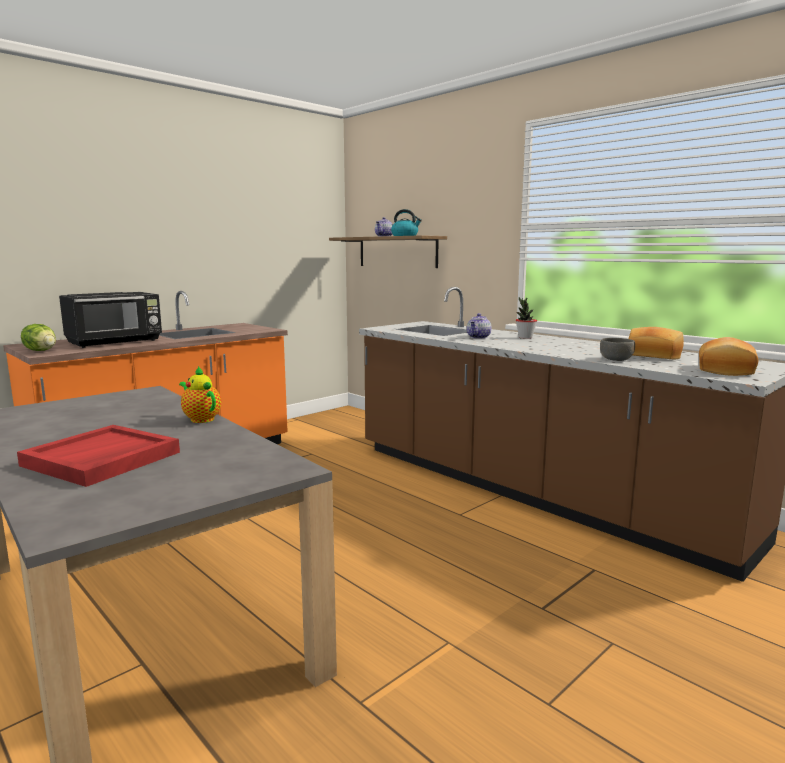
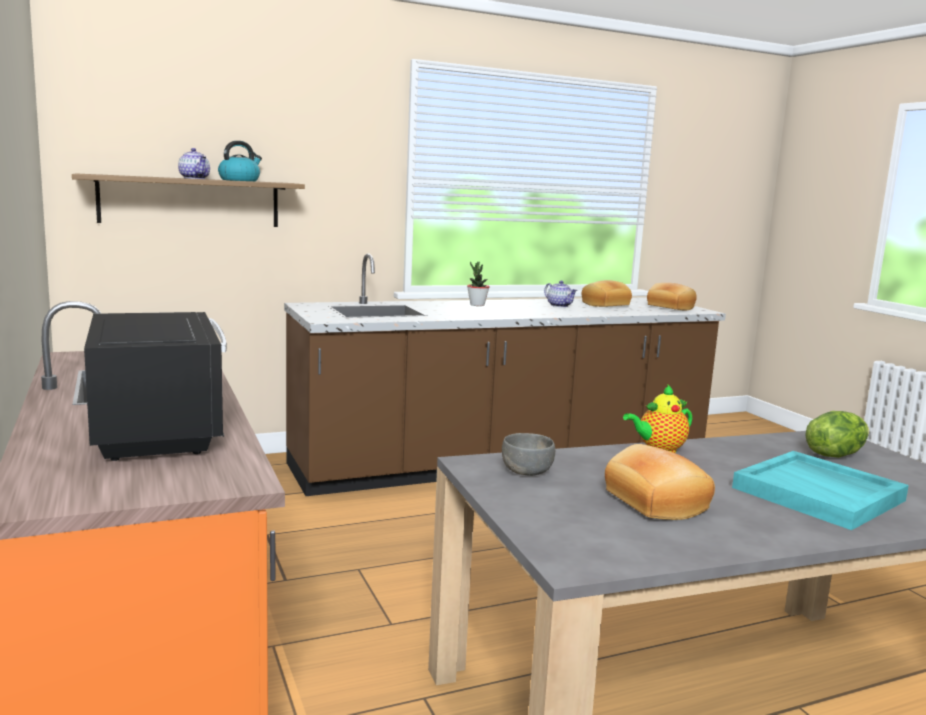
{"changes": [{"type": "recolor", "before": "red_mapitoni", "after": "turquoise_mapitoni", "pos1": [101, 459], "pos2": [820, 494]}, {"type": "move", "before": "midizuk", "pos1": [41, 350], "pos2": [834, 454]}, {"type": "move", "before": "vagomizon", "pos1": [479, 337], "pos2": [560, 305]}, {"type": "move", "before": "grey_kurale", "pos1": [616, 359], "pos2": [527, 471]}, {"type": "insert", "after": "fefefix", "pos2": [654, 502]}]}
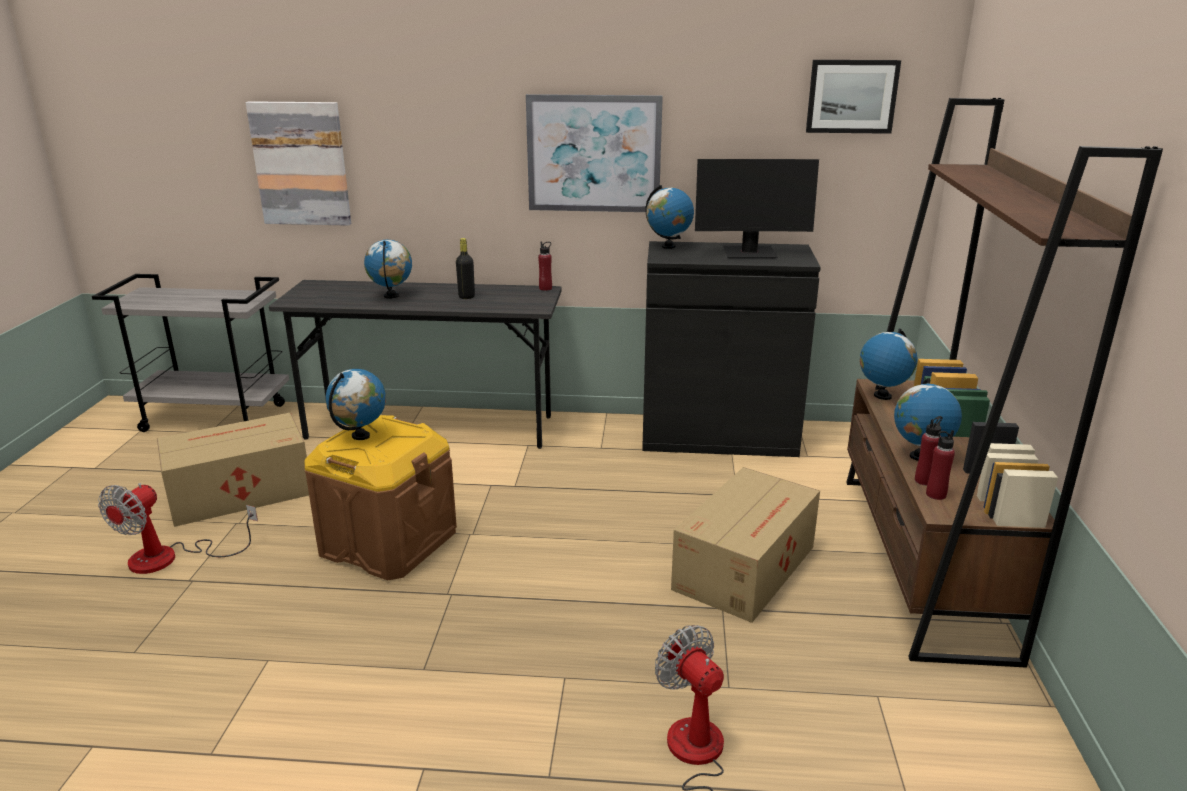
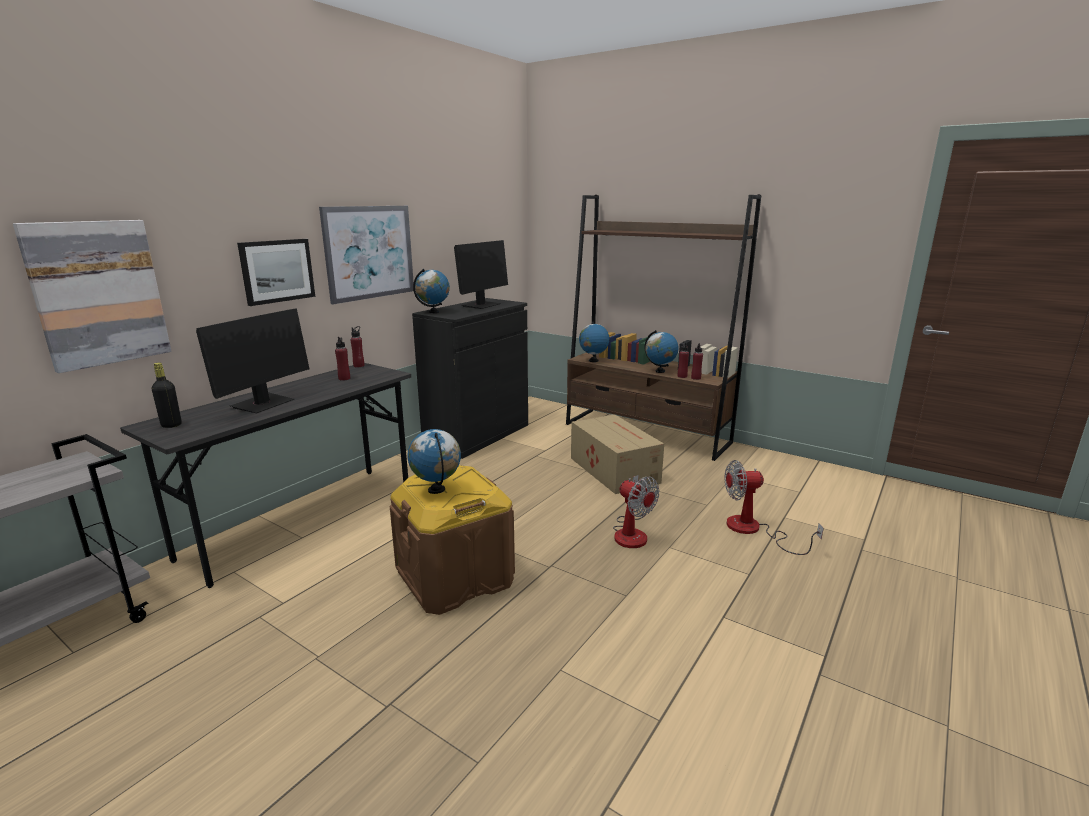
{"changes": [{"type": "move", "before": "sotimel", "pos1": [170, 558], "pos2": [631, 532]}, {"type": "delete", "before": "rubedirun", "pos1": [238, 492]}, {"type": "replace", "before": "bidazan", "after": "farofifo", "pos1": [391, 296], "pos2": [263, 404]}, {"type": "move", "before": "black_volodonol", "pos1": [466, 297], "pos2": [171, 425]}, {"type": "move", "before": "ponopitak", "pos1": [851, 96], "pos2": [277, 271]}, {"type": "insert", "after": "red_volodonol", "pos2": [344, 378]}]}
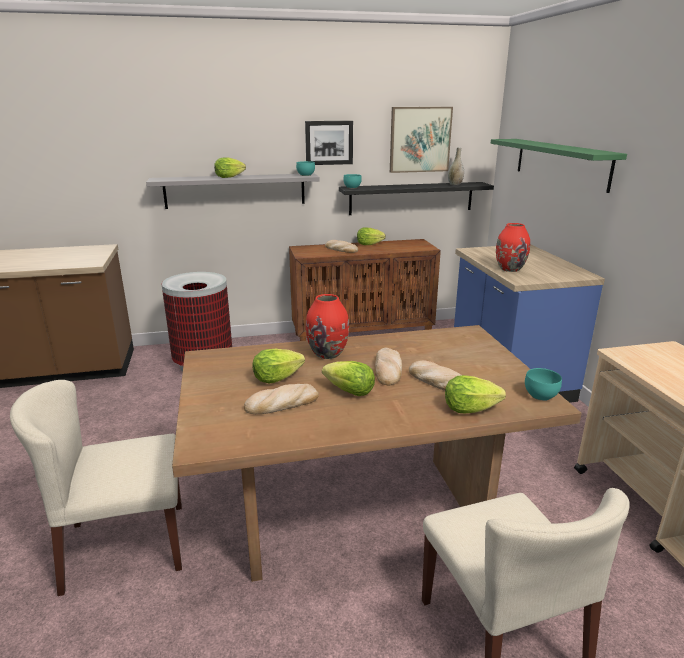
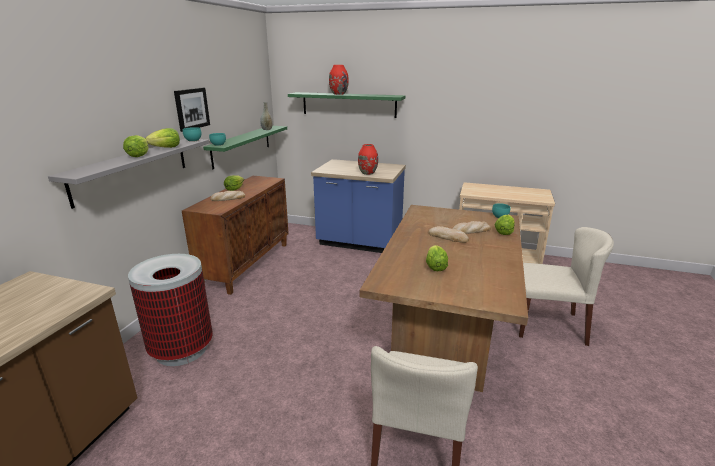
{"changes": [{"type": "delete", "before": "fefefix", "pos1": [282, 403]}, {"type": "move", "before": "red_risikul", "pos1": [328, 353], "pos2": [338, 94]}, {"type": "move", "before": "midizuk", "pos1": [349, 392], "pos2": [166, 148]}, {"type": "recolor", "before": "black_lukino", "after": "green_lukino", "pos1": [411, 198], "pos2": [242, 145]}, {"type": "delete", "before": "ponopitak", "pos1": [420, 139]}]}
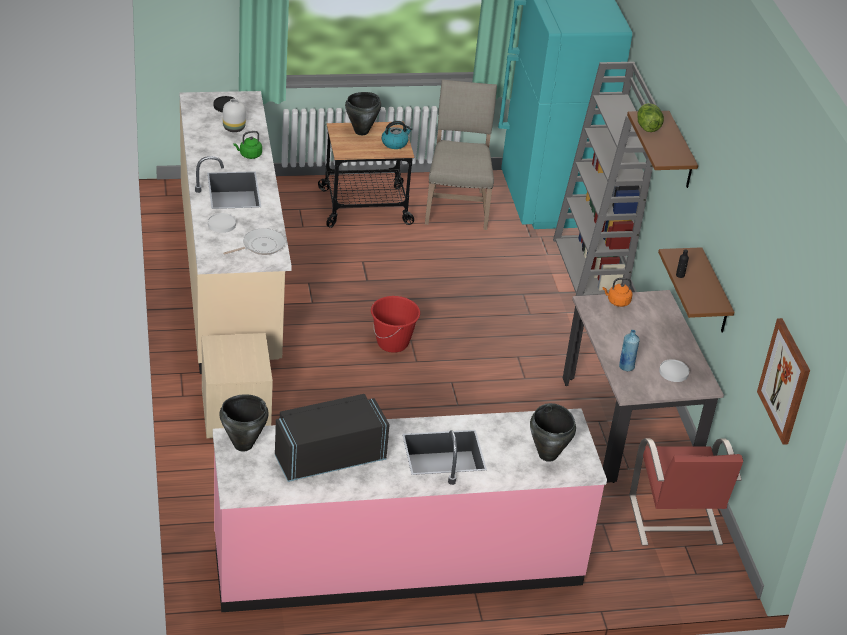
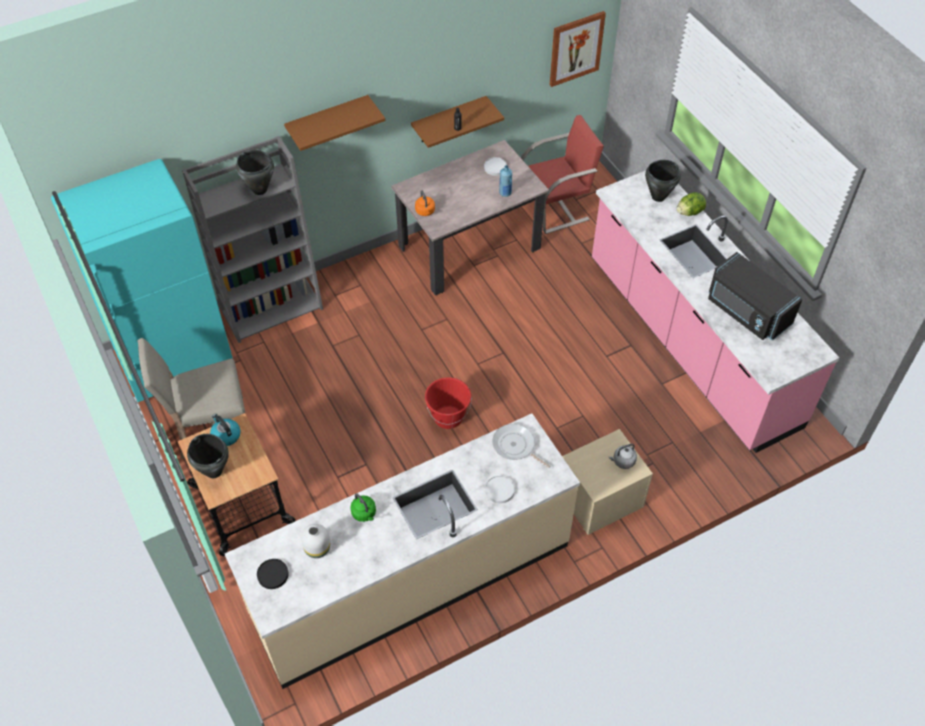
{"changes": [{"type": "move", "before": "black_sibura", "pos1": [242, 445], "pos2": [259, 190]}, {"type": "move", "before": "midizuk", "pos1": [647, 127], "pos2": [689, 212]}, {"type": "insert", "after": "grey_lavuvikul", "pos2": [622, 461]}]}
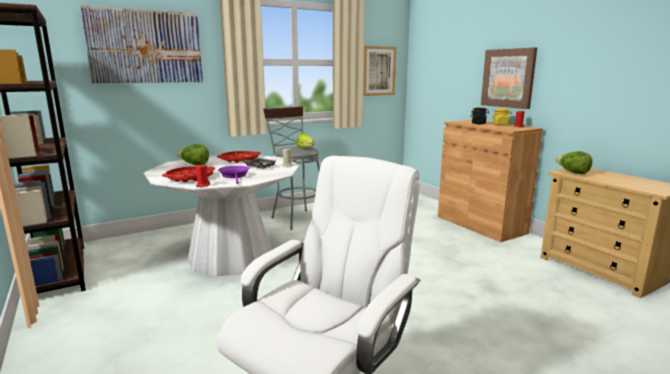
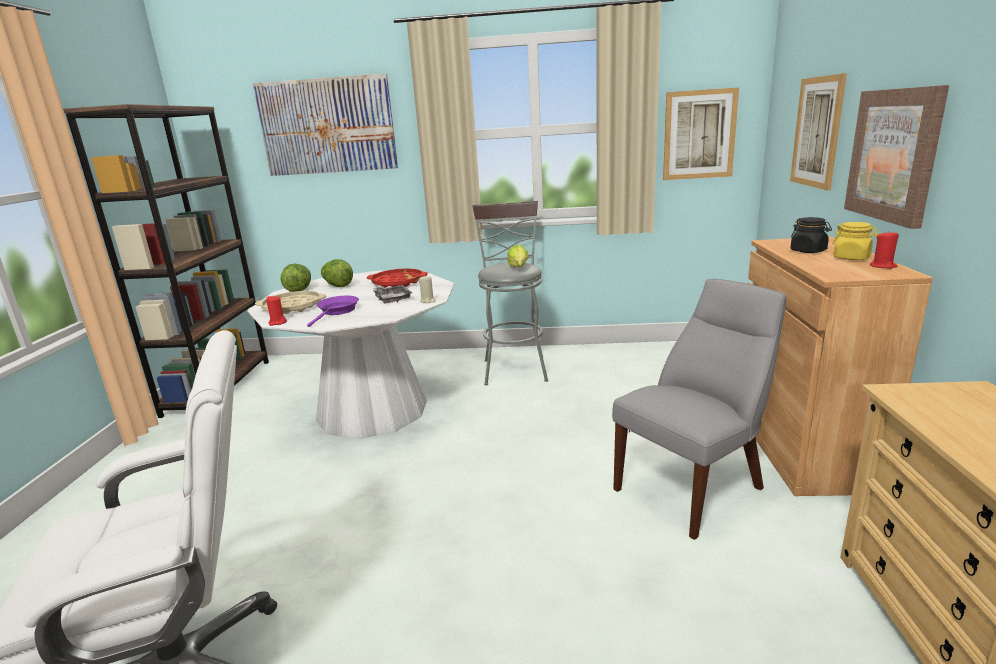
{"changes": [{"type": "recolor", "before": "red_mapitoni", "after": "beige_mapitoni", "pos1": [190, 178], "pos2": [292, 307]}, {"type": "move", "before": "midizuk", "pos1": [572, 173], "pos2": [299, 290]}, {"type": "insert", "after": "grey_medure", "pos2": [693, 487]}, {"type": "insert", "after": "ponopitak", "pos2": [817, 132]}]}
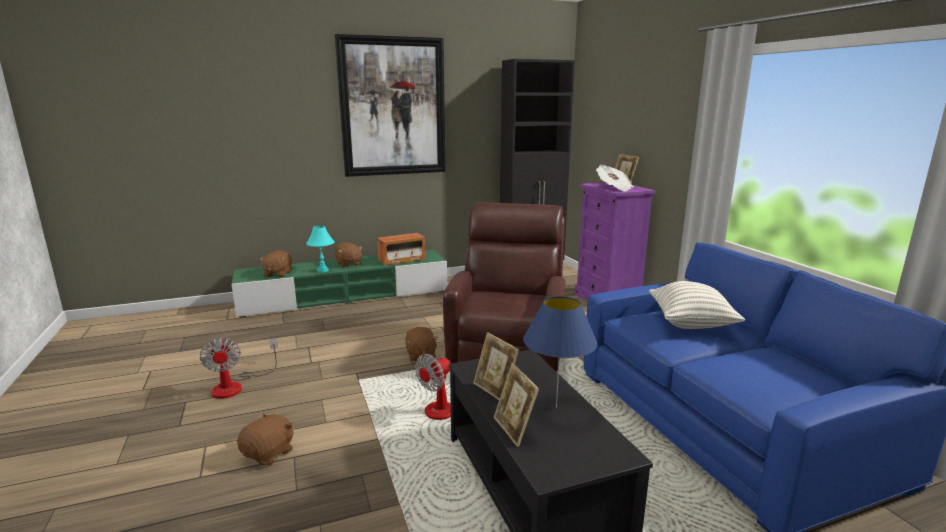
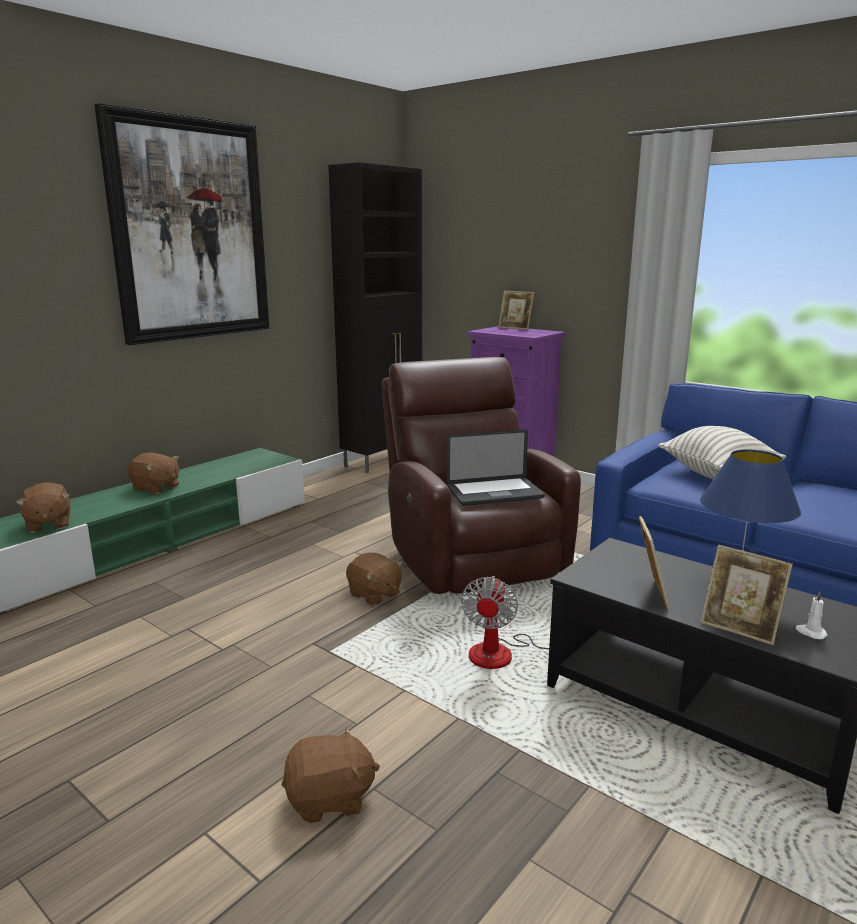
{"changes": [{"type": "delete", "before": "sotimel", "pos1": [236, 386]}, {"type": "rotate", "before": "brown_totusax", "pos1": [269, 453], "pos2": [330, 799], "turn": 75}, {"type": "delete", "before": "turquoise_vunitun", "pos1": [323, 270]}, {"type": "delete", "before": "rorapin", "pos1": [402, 260]}, {"type": "rotate", "before": "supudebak", "pos1": [495, 390], "pos2": [650, 593], "turn": -105}, {"type": "delete", "before": "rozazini", "pos1": [614, 188]}, {"type": "insert", "after": "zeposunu", "pos2": [494, 493]}, {"type": "insert", "after": "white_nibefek", "pos2": [810, 633]}]}
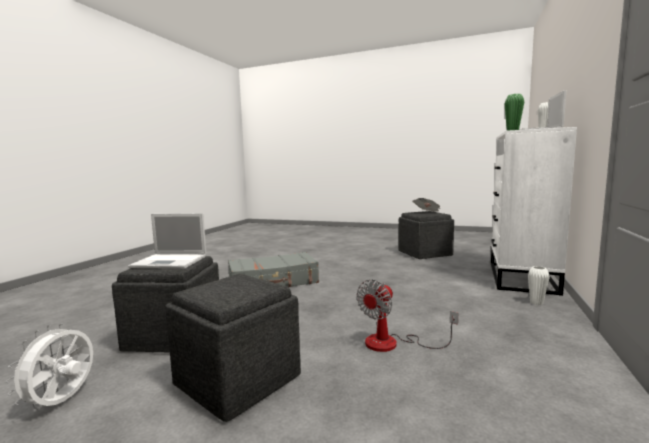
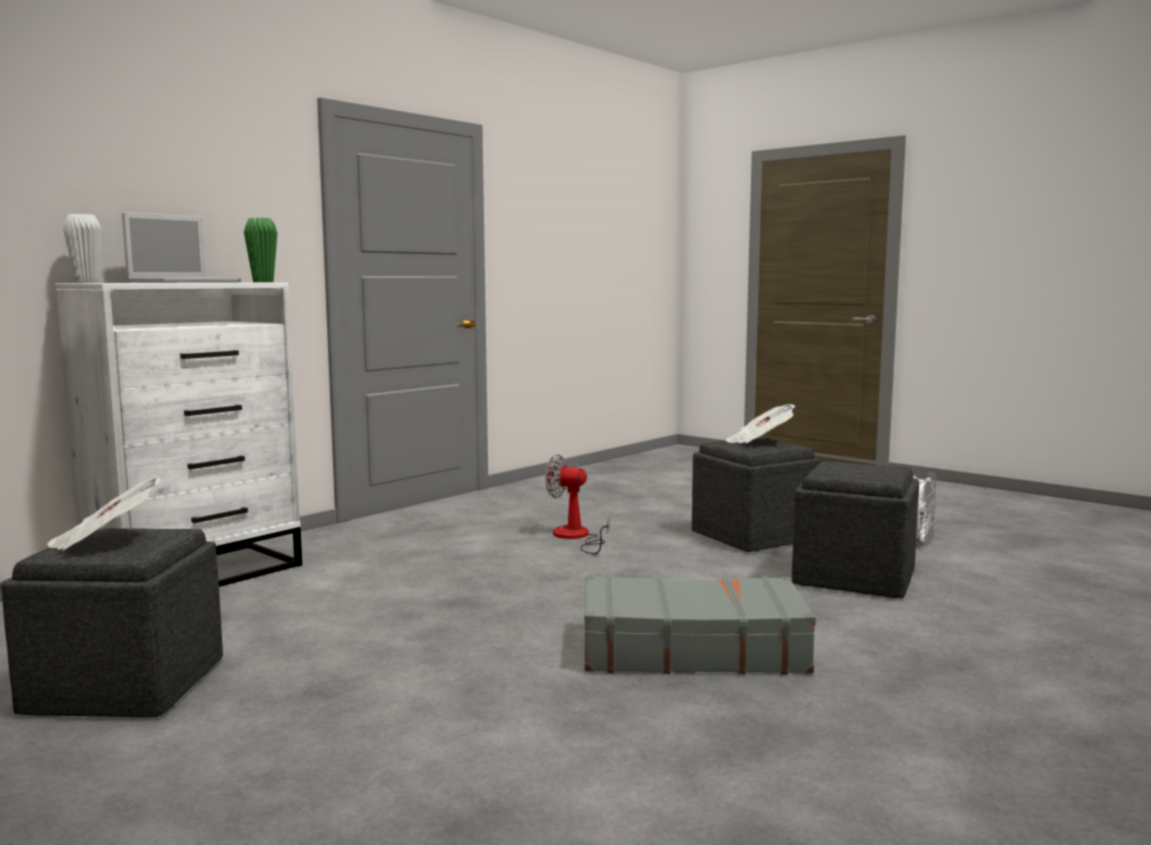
{"changes": [{"type": "delete", "before": "zeposunu", "pos1": [171, 261]}, {"type": "rotate", "before": "sotimel", "pos1": [393, 343], "pos2": [576, 537], "turn": -135}, {"type": "delete", "before": "white_risikul", "pos1": [536, 303]}, {"type": "insert", "after": "rozazini", "pos2": [759, 442]}]}
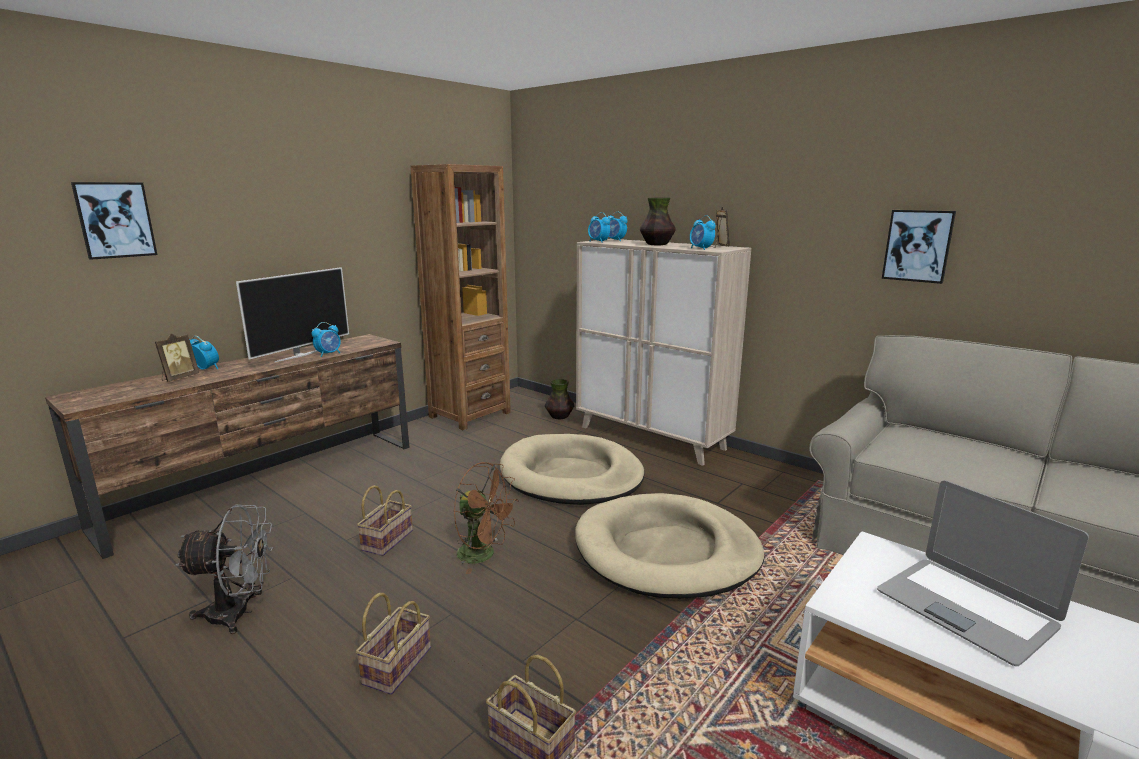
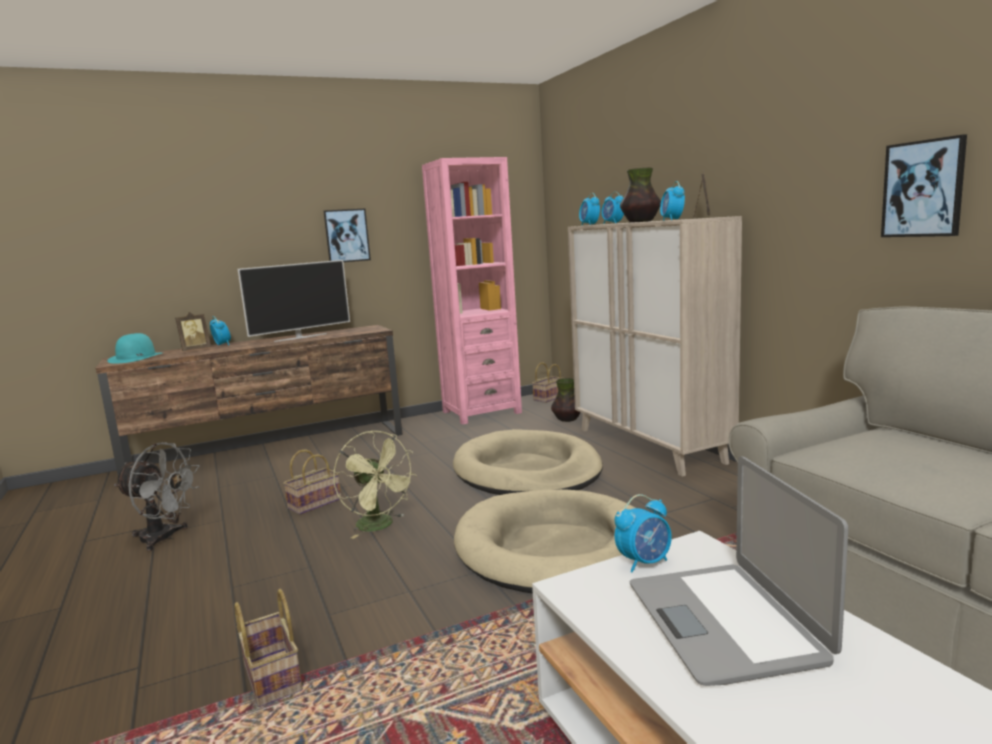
{"changes": [{"type": "move", "before": "ponopitak", "pos1": [115, 220], "pos2": [347, 235]}, {"type": "move", "before": "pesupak", "pos1": [329, 354], "pos2": [644, 562]}, {"type": "move", "before": "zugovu", "pos1": [397, 664], "pos2": [549, 398]}, {"type": "recolor", "before": "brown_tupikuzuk", "after": "pink_tupikuzuk", "pos1": [470, 415], "pos2": [481, 412]}, {"type": "recolor", "before": "brown_sotimel", "after": "green_sotimel", "pos1": [484, 555], "pos2": [380, 526]}, {"type": "insert", "after": "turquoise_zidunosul", "pos2": [136, 358]}]}
